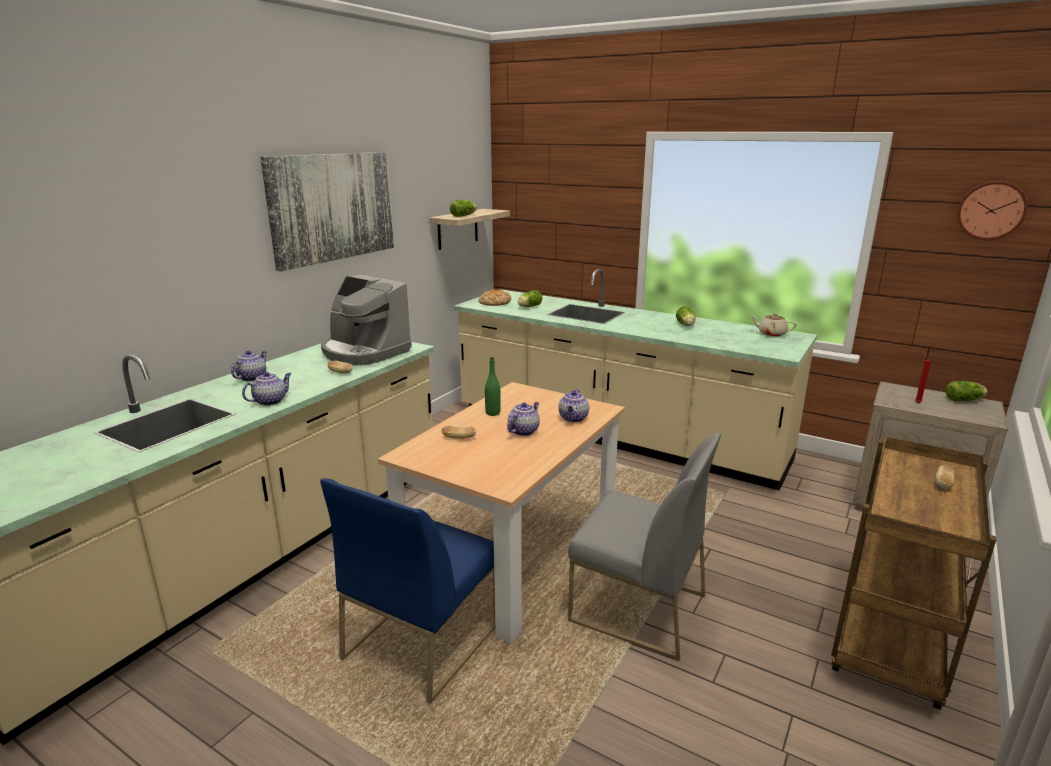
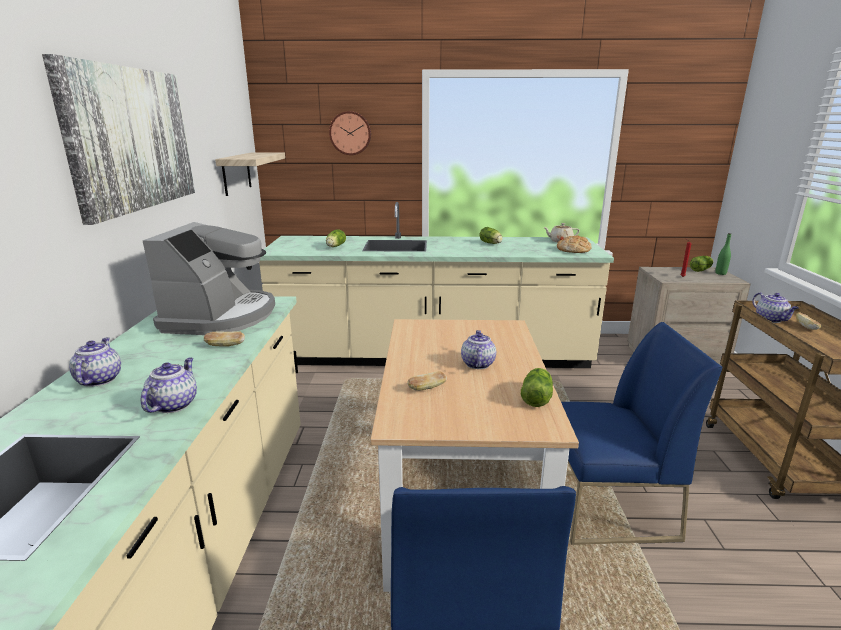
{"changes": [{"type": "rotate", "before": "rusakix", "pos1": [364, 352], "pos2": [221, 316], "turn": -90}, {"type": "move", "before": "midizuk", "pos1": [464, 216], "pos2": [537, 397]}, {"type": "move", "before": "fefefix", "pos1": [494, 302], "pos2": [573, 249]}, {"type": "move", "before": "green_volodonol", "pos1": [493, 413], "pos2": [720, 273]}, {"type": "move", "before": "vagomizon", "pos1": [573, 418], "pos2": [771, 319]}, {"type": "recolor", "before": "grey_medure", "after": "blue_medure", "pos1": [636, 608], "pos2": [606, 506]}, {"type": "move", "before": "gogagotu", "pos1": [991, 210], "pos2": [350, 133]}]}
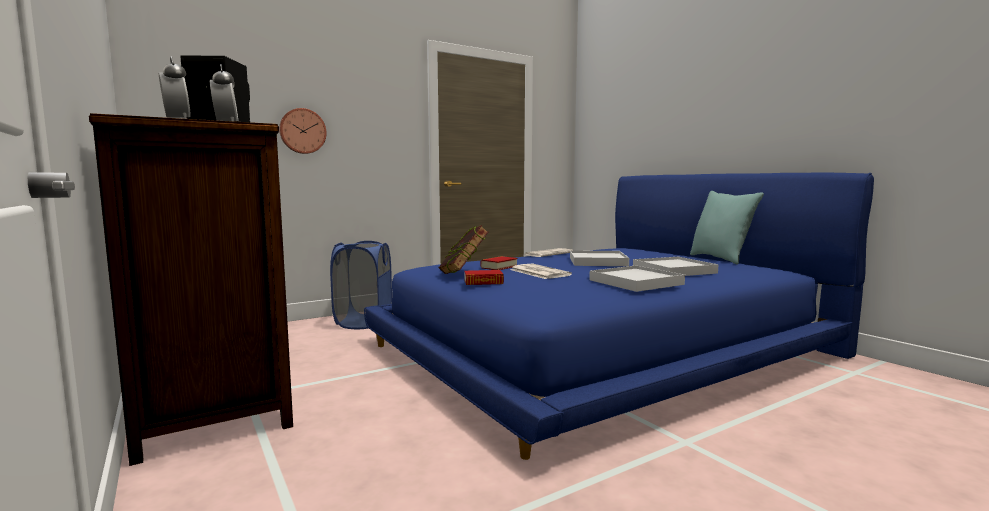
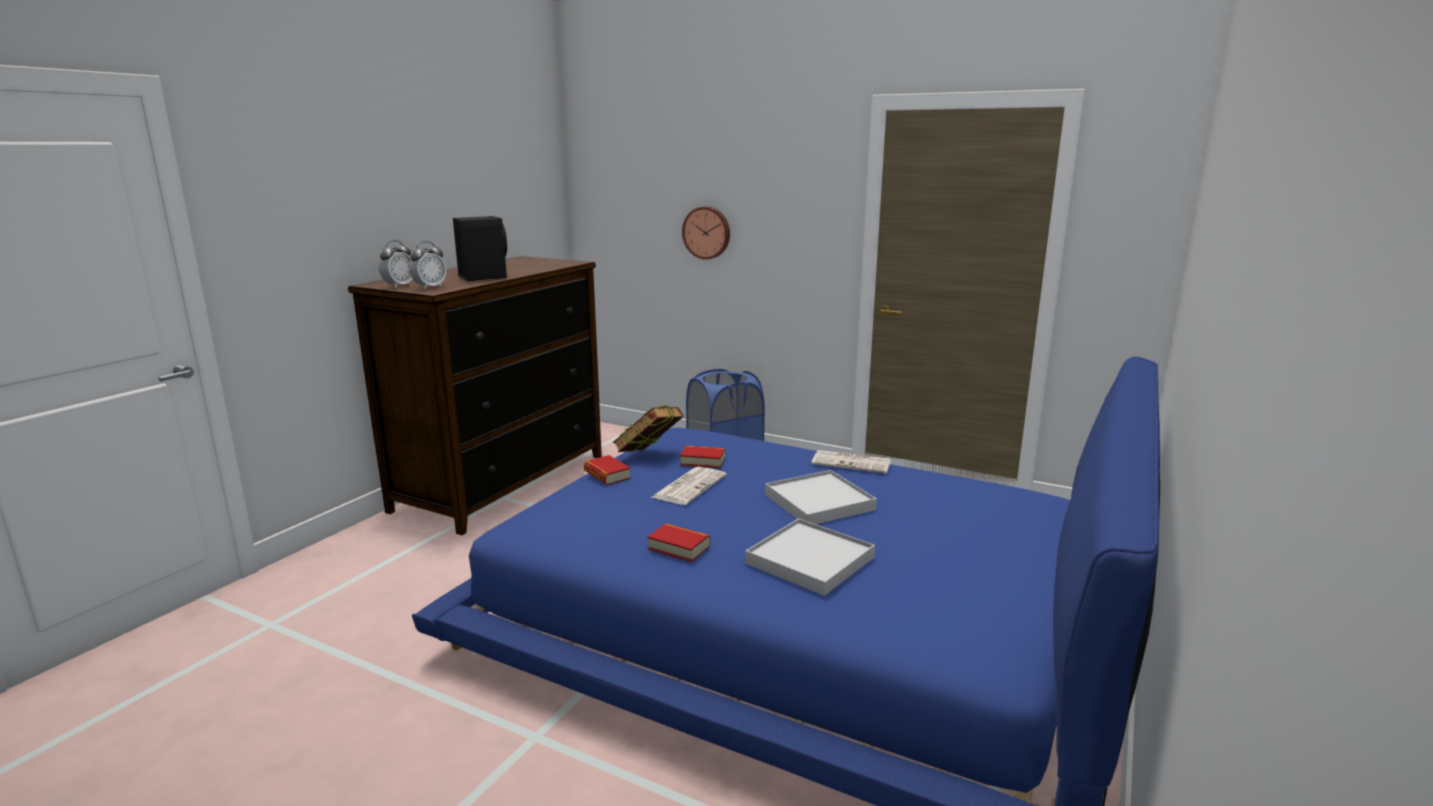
{"changes": [{"type": "replace", "before": "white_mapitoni", "after": "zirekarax", "pos1": [635, 282], "pos2": [679, 547]}, {"type": "delete", "before": "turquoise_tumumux", "pos1": [721, 259]}]}
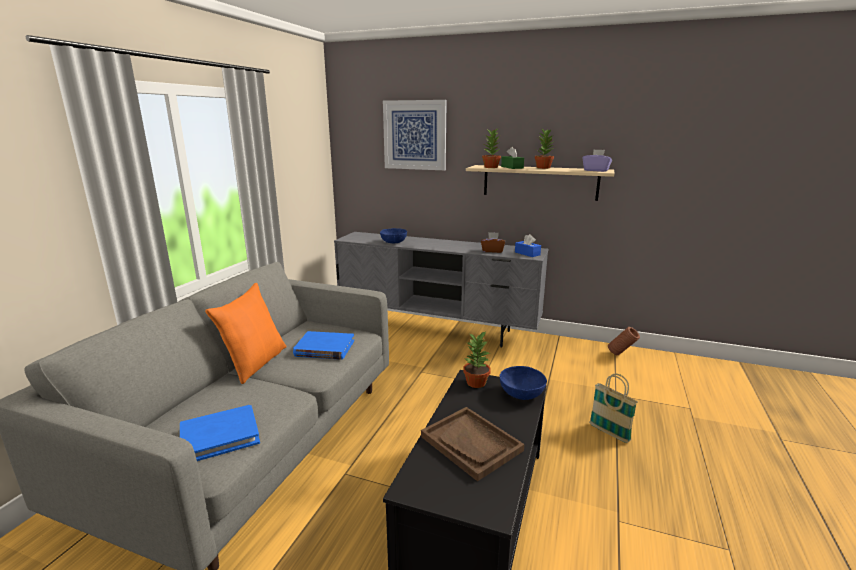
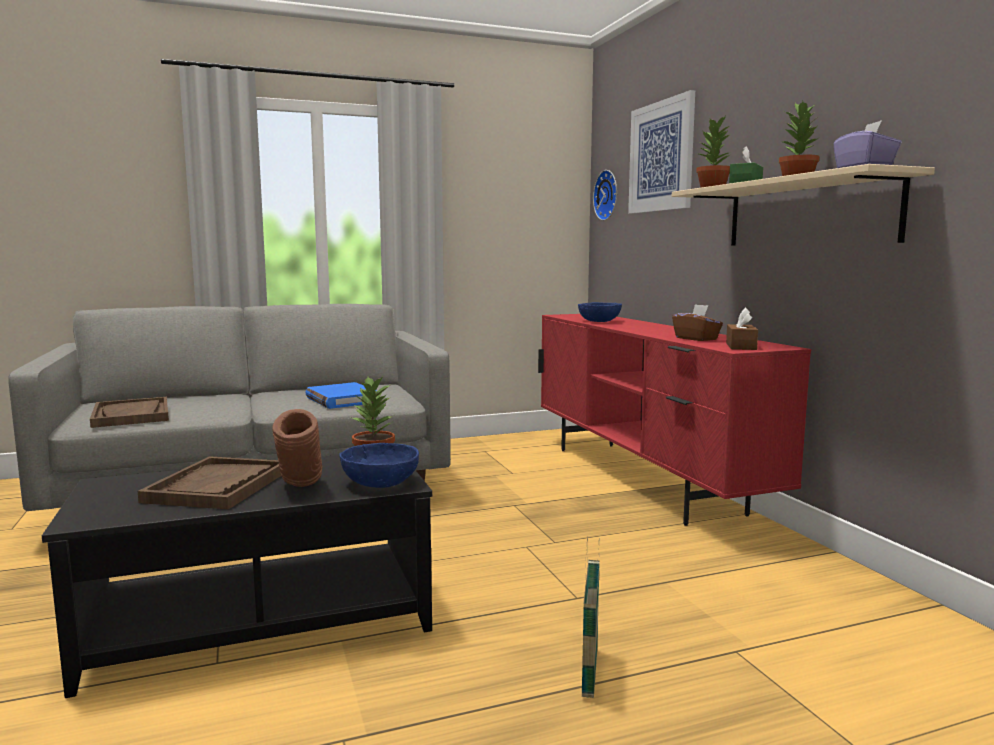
{"changes": [{"type": "replace", "before": "blue_zirekarax", "after": "brown_mapitoni", "pos1": [220, 436], "pos2": [131, 415]}, {"type": "delete", "before": "orange_tumumux", "pos1": [255, 363]}, {"type": "recolor", "before": "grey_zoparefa", "after": "red_zoparefa", "pos1": [438, 328], "pos2": [643, 479]}, {"type": "recolor", "before": "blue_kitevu", "after": "brown_kitevu", "pos1": [527, 253], "pos2": [741, 346]}, {"type": "move", "before": "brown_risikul", "pos1": [621, 355], "pos2": [300, 489]}, {"type": "insert", "after": "gogagotu", "pos2": [608, 195]}]}
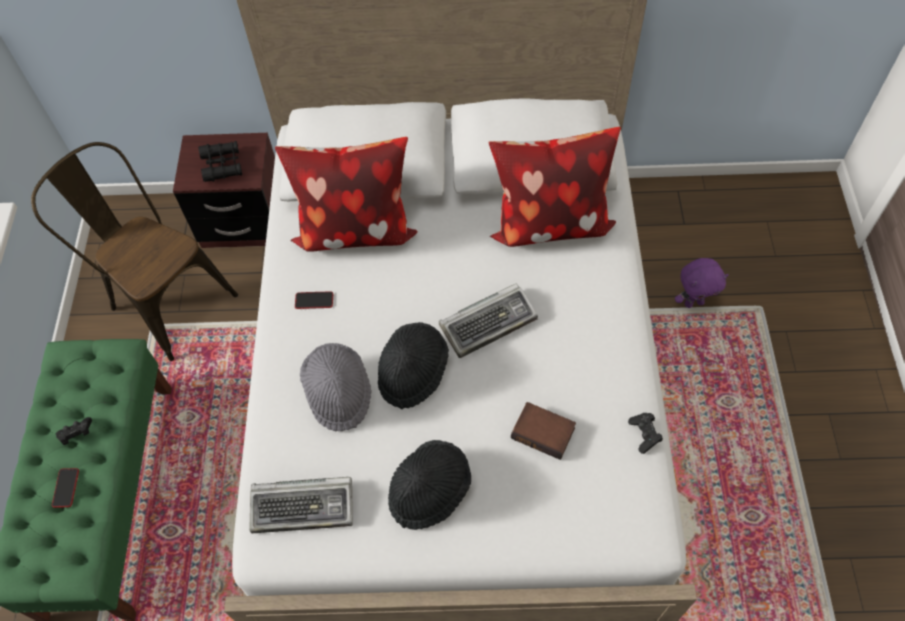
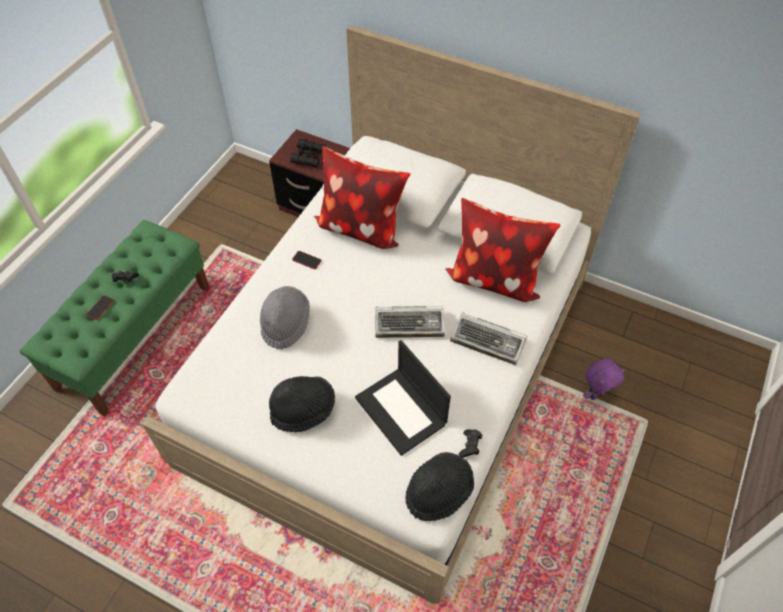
{"changes": [{"type": "delete", "before": "brown_medure", "pos1": [165, 299]}, {"type": "move", "before": "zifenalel", "pos1": [304, 507], "pos2": [488, 341]}, {"type": "move", "before": "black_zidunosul", "pos1": [412, 372], "pos2": [438, 492]}, {"type": "replace", "before": "zirekarax", "after": "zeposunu", "pos1": [544, 432], "pos2": [402, 411]}, {"type": "rotate", "before": "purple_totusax", "pos1": [693, 302], "pos2": [595, 394], "turn": -45}]}
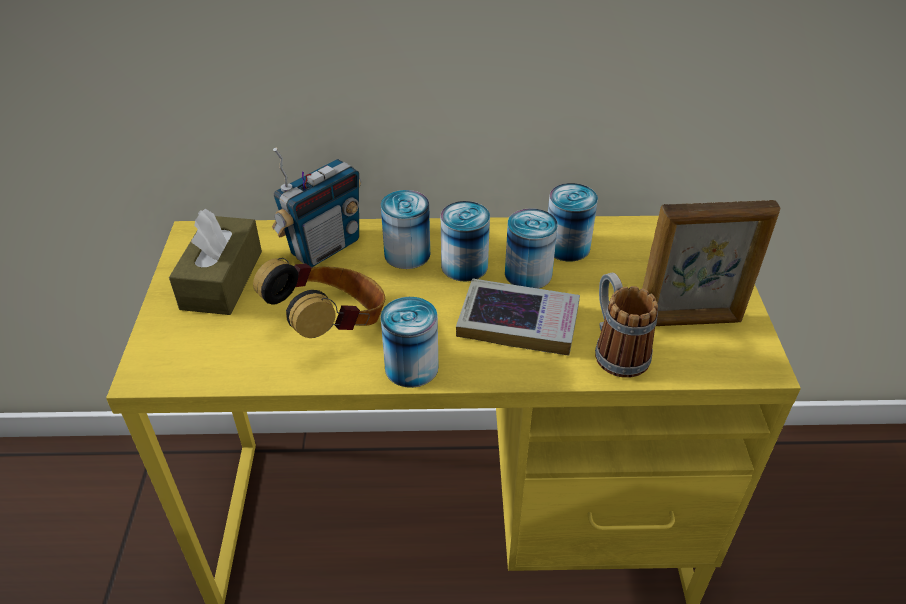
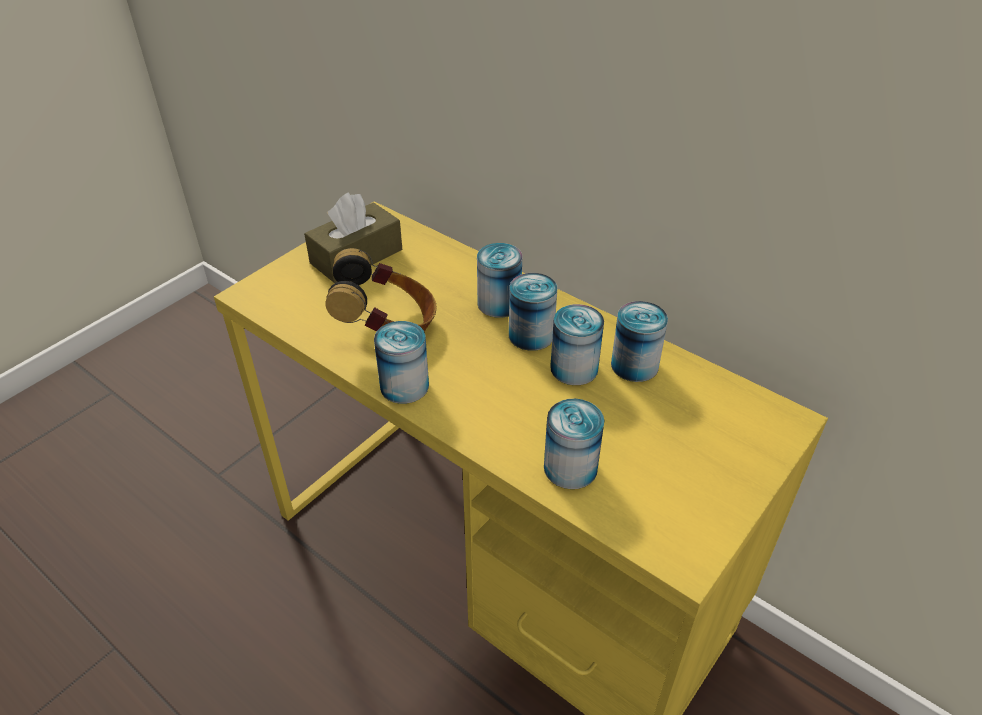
{"changes": [{"type": "delete", "before": "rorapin", "pos1": [324, 247]}, {"type": "delete", "before": "zirekarax", "pos1": [518, 323]}, {"type": "replace", "before": "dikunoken", "after": "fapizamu", "pos1": [615, 350], "pos2": [570, 467]}, {"type": "delete", "before": "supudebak", "pos1": [689, 321]}]}
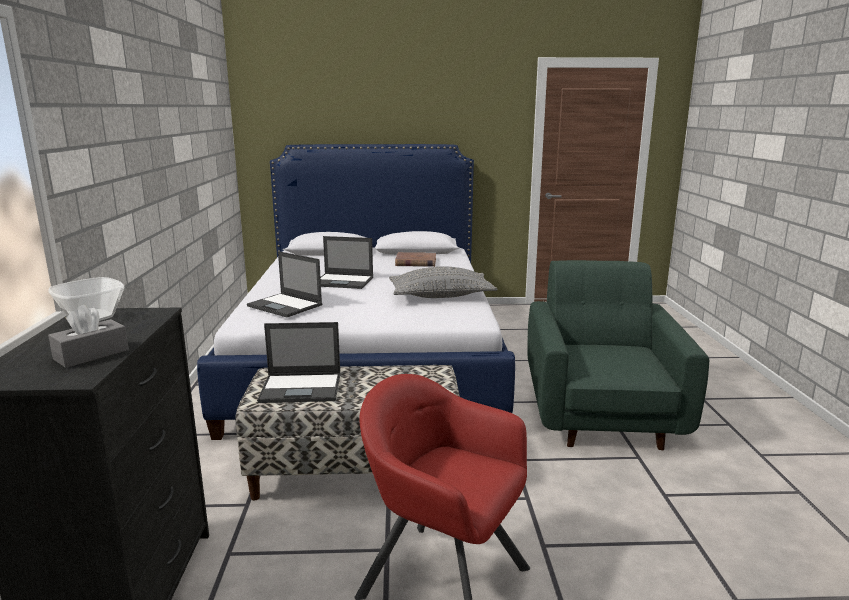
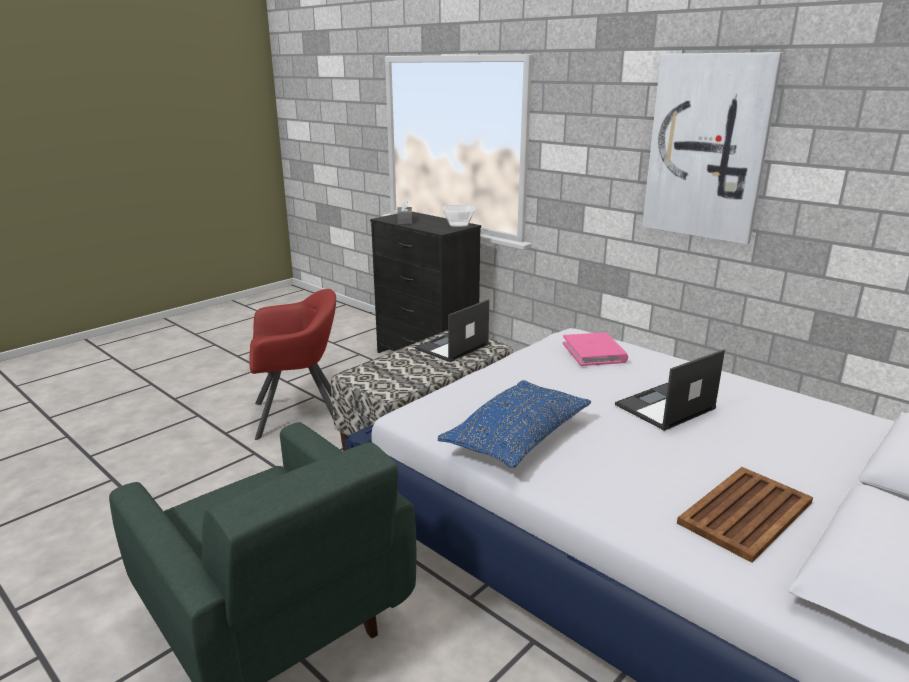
{"changes": [{"type": "replace", "before": "zeposunu", "after": "pink_zirekarax", "pos1": [285, 305], "pos2": [594, 352]}, {"type": "recolor", "before": "grey_tumumux", "after": "blue_tumumux", "pos1": [441, 296], "pos2": [517, 437]}, {"type": "replace", "before": "brown_zirekarax", "after": "brown_mapitoni", "pos1": [416, 262], "pos2": [746, 512]}, {"type": "insert", "after": "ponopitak", "pos2": [707, 148]}]}
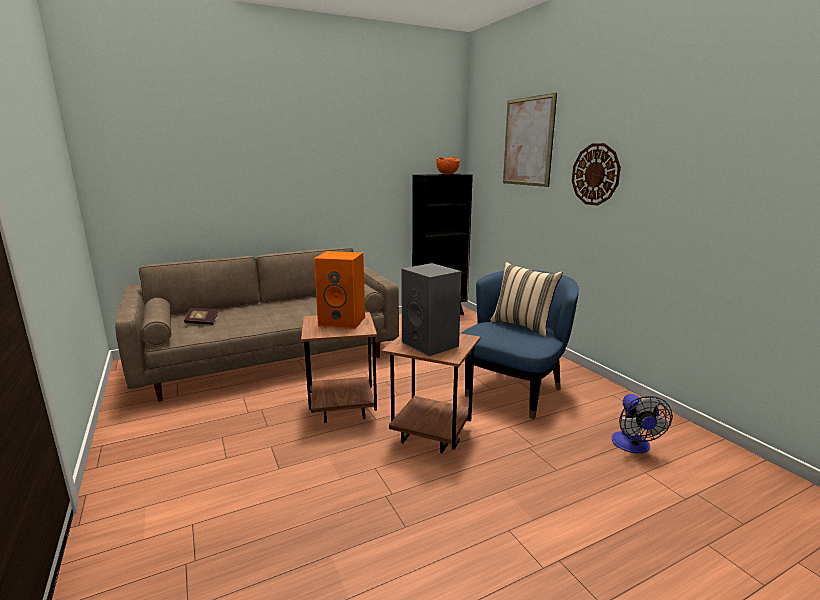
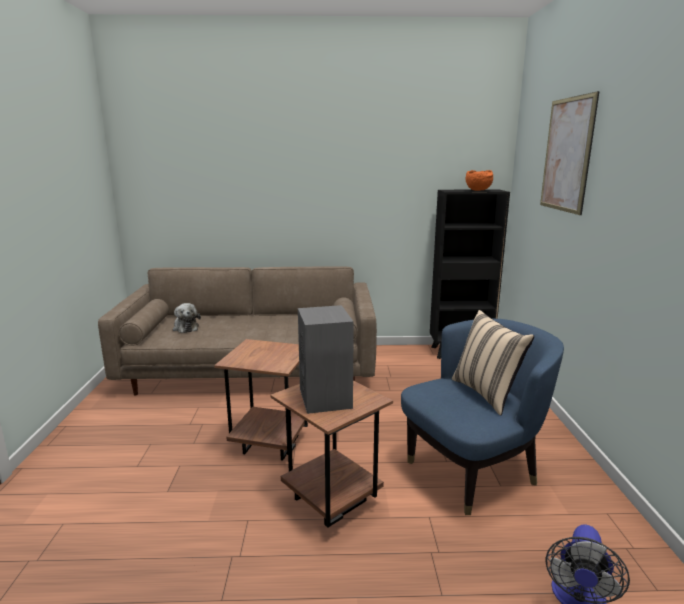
{"changes": [{"type": "replace", "before": "zirekarax", "after": "totusax", "pos1": [202, 322], "pos2": [185, 327]}, {"type": "delete", "before": "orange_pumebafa", "pos1": [343, 321]}, {"type": "delete", "before": "gogagotu", "pos1": [595, 174]}]}
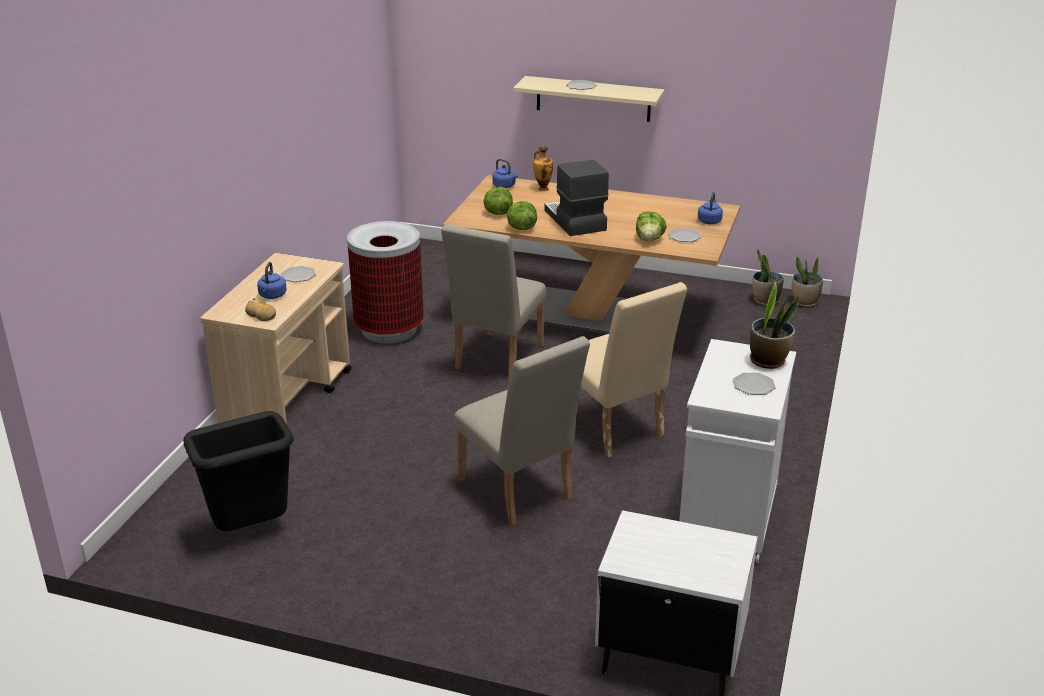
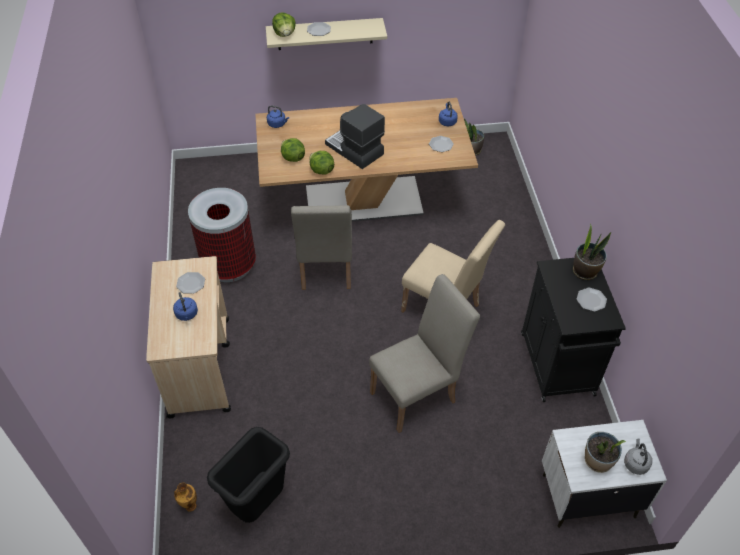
{"changes": [{"type": "delete", "before": "fefefix", "pos1": [261, 315]}, {"type": "rotate", "before": "beige_medure", "pos1": [519, 494], "pos2": [418, 394], "turn": -60}, {"type": "move", "before": "risikul", "pos1": [542, 189], "pos2": [190, 506]}, {"type": "move", "before": "midizuk", "pos1": [649, 239], "pos2": [285, 34]}, {"type": "recolor", "before": "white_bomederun", "after": "black_bomederun", "pos1": [727, 520], "pos2": [557, 366]}, {"type": "move", "before": "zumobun", "pos1": [804, 302], "pos2": [597, 461]}, {"type": "insert", "after": "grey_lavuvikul", "pos2": [635, 463]}]}
